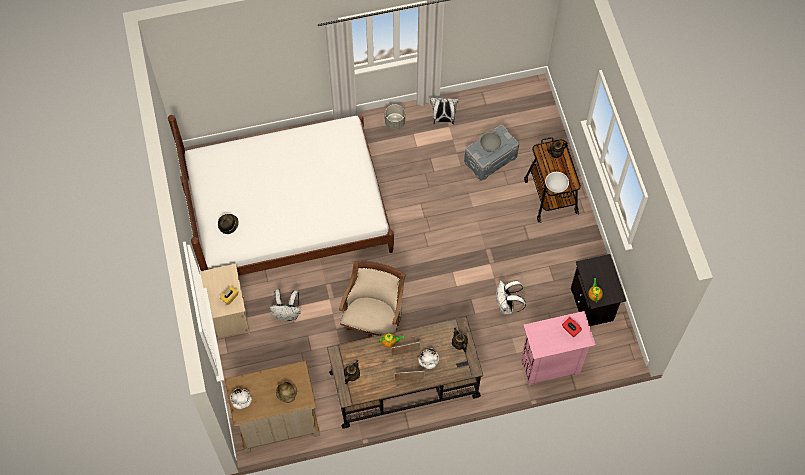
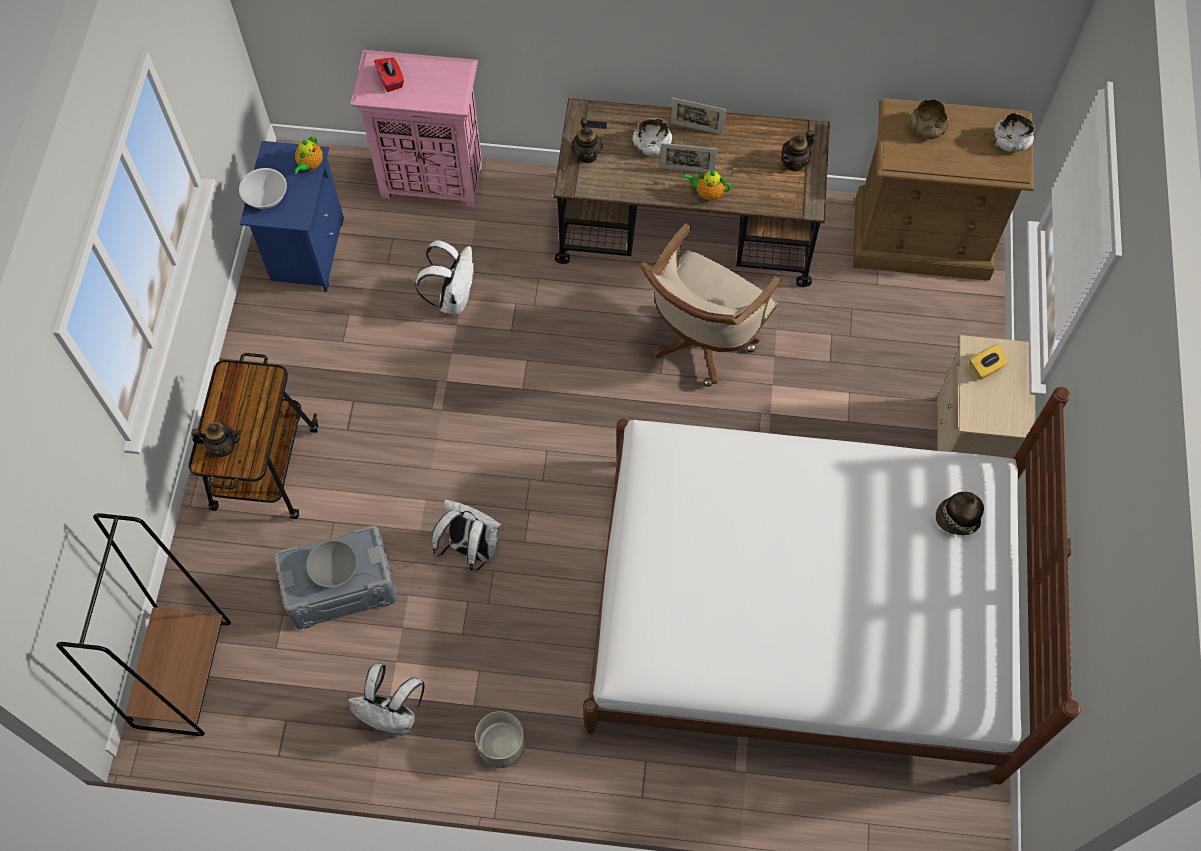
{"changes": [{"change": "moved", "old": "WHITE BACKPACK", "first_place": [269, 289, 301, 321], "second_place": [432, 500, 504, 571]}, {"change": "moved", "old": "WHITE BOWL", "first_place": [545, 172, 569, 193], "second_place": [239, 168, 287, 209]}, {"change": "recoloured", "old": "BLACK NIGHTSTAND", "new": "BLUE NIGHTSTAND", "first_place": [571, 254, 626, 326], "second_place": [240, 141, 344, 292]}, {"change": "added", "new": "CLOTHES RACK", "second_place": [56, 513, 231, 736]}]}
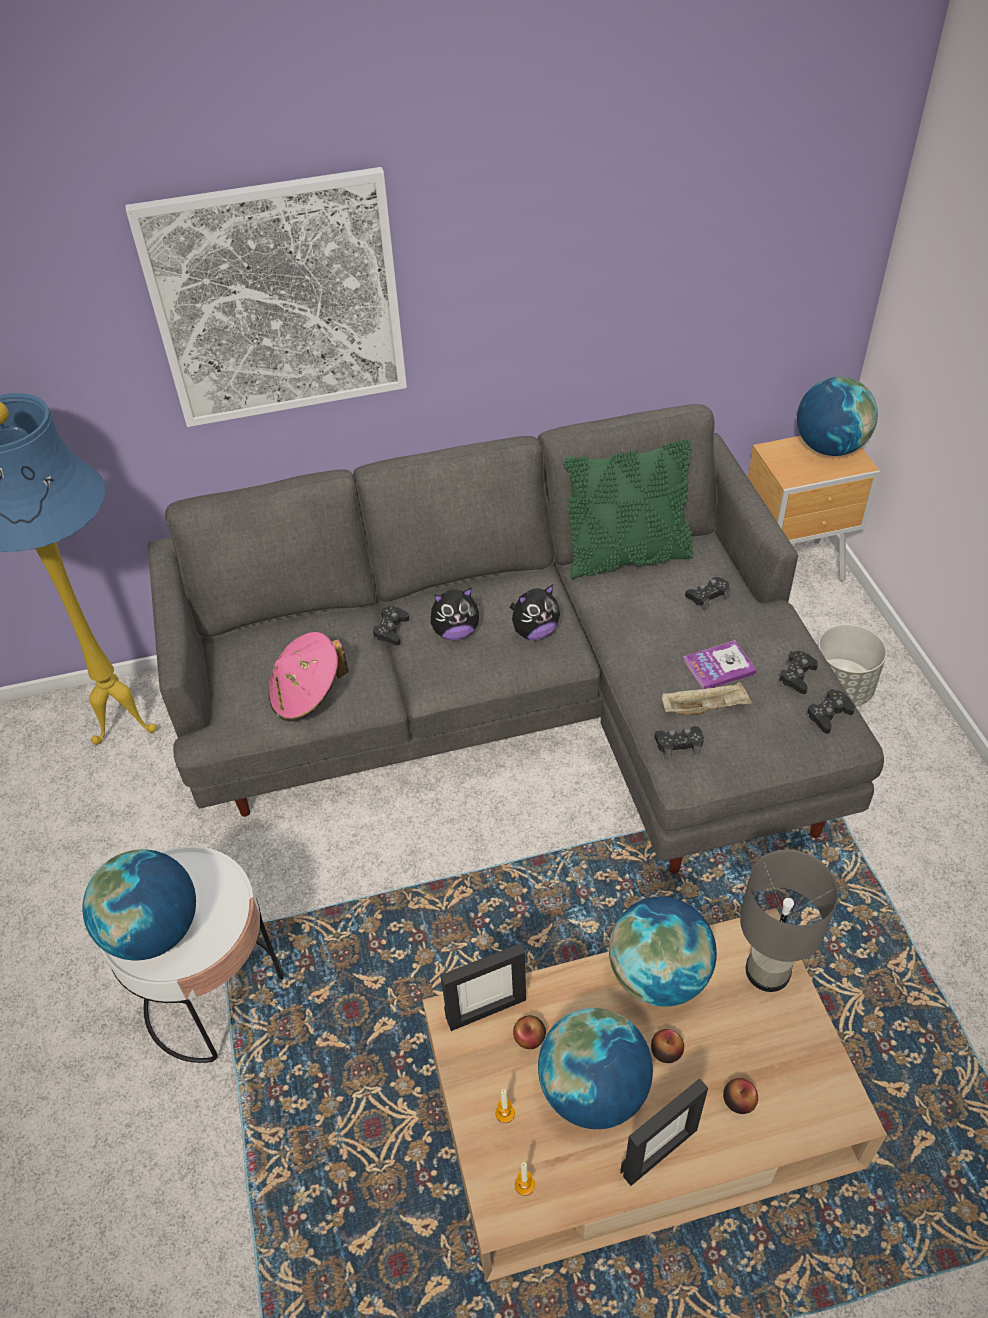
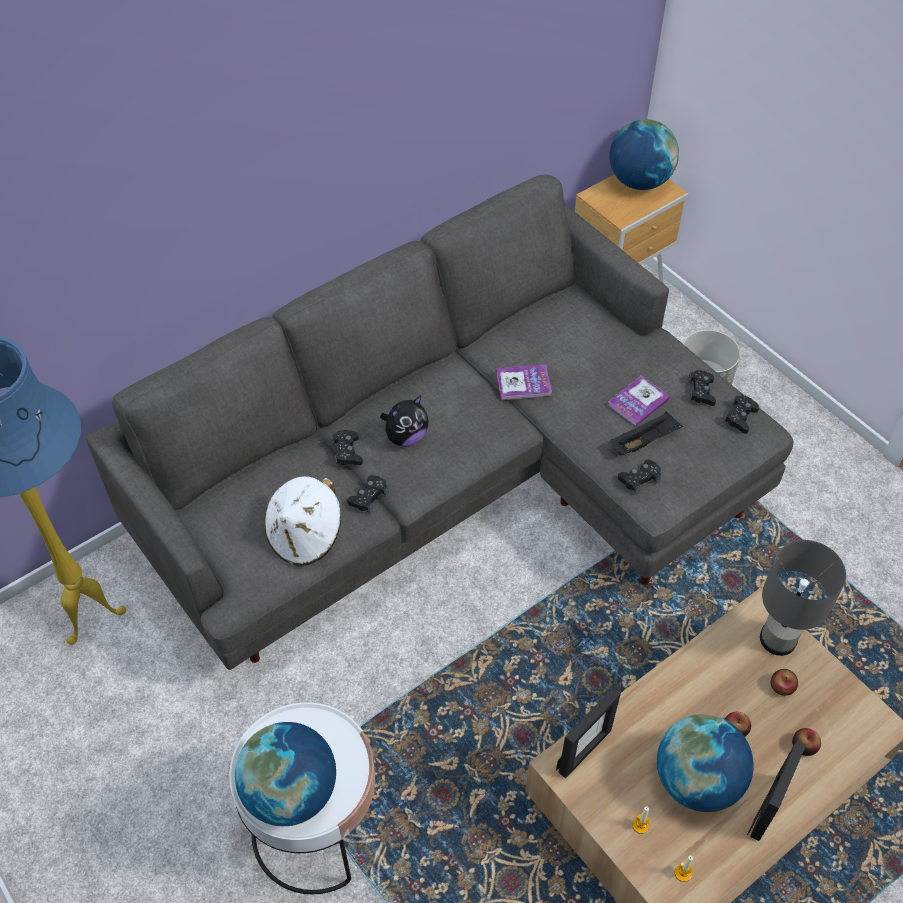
{"changes": [{"change": "removed", "old": "PICTURE", "first_place": [125, 167, 407, 427]}, {"change": "recoloured", "old": "PINK HAT", "new": "WHITE HAT", "first_place": [268, 632, 348, 722], "second_place": [265, 476, 341, 566]}, {"change": "removed", "old": "PLUSH TOY", "first_place": [510, 584, 560, 640]}, {"change": "moved", "old": "APPLE", "first_place": [513, 1015, 546, 1049], "second_place": [771, 669, 798, 696]}, {"change": "removed", "old": "GREEN PILLOW", "first_place": [563, 439, 693, 579]}, {"change": "removed", "old": "GLOBE", "first_place": [609, 897, 717, 1007]}, {"change": "recoloured", "old": "BEIGE TRAY", "new": "BLACK TRAY", "first_place": [662, 682, 752, 715], "second_place": [611, 411, 683, 455]}, {"change": "moved", "old": "BLACK GAME CONTROLLER", "first_place": [685, 577, 730, 610], "second_place": [347, 475, 389, 514]}, {"change": "added", "new": "BOOK", "second_place": [496, 364, 552, 400]}]}
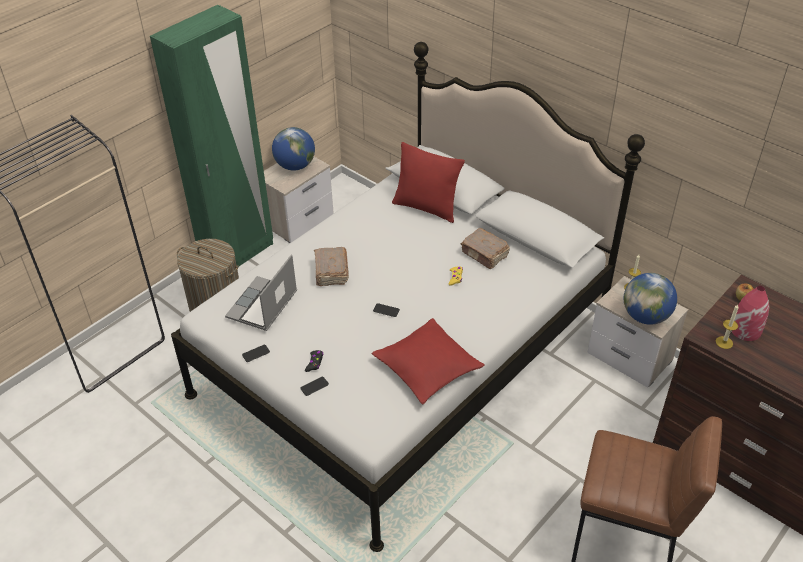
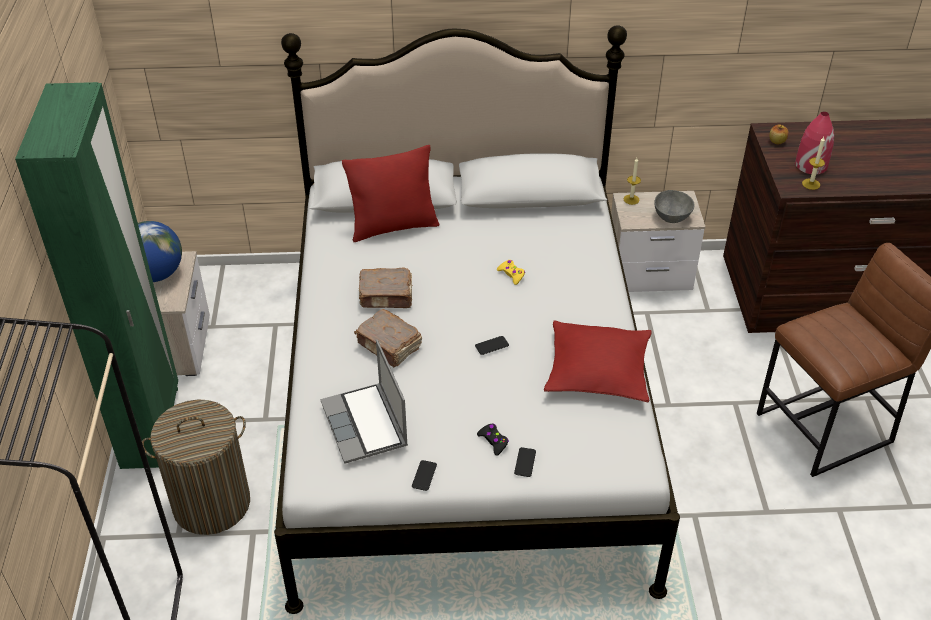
{"changes": [{"change": "moved", "old": "BROWN BOOK", "first_place": [461, 228, 510, 269], "second_place": [359, 268, 413, 308]}, {"change": "replaced", "old": "GLOBE", "new": "GREY BOWL", "first_place": [624, 273, 677, 325], "second_place": [654, 190, 695, 223]}]}
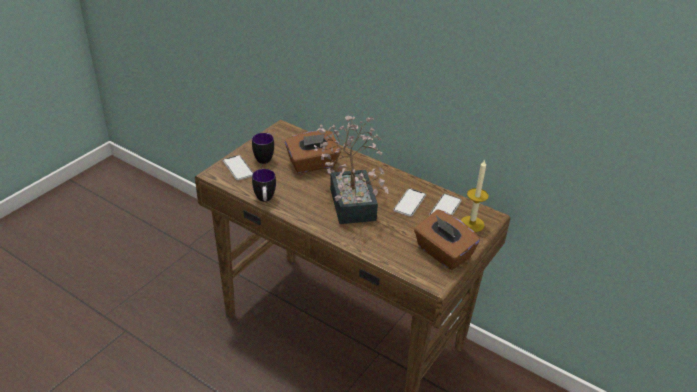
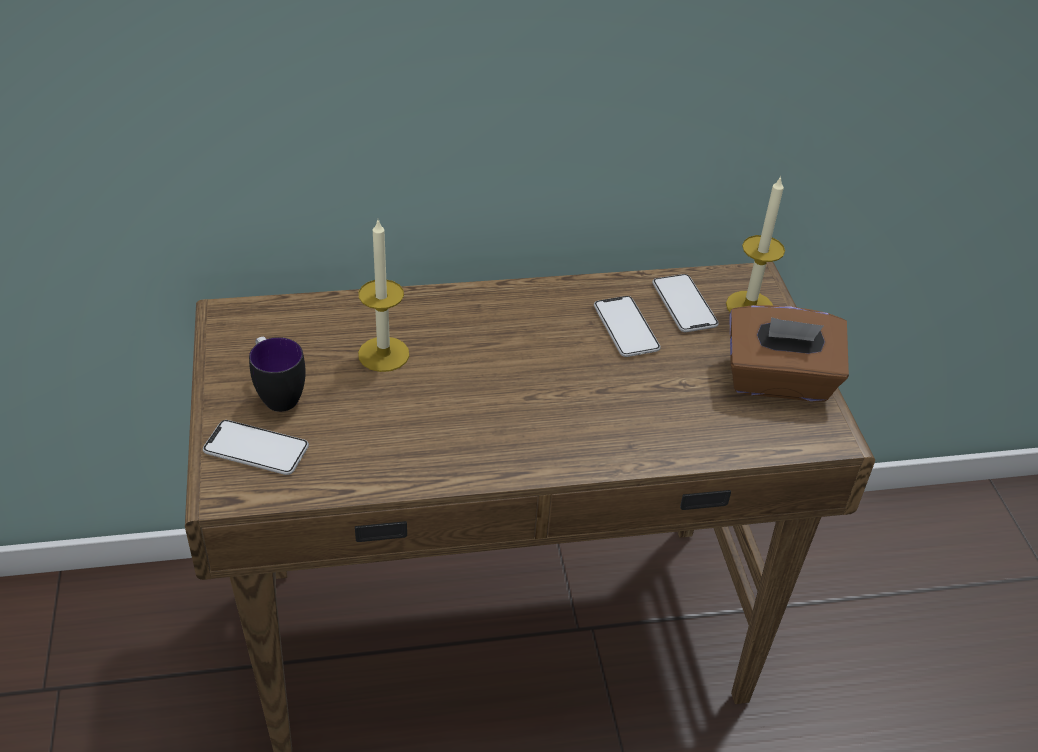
{"changes": [{"change": "removed", "old": "MUG", "first_place": [252, 169, 276, 202]}, {"change": "replaced", "old": "BROWN TISSUE BOX", "new": "CANDLE", "first_place": [285, 131, 341, 173], "second_place": [358, 220, 409, 372]}, {"change": "removed", "old": "POTTED PLANT", "first_place": [314, 116, 389, 224]}]}
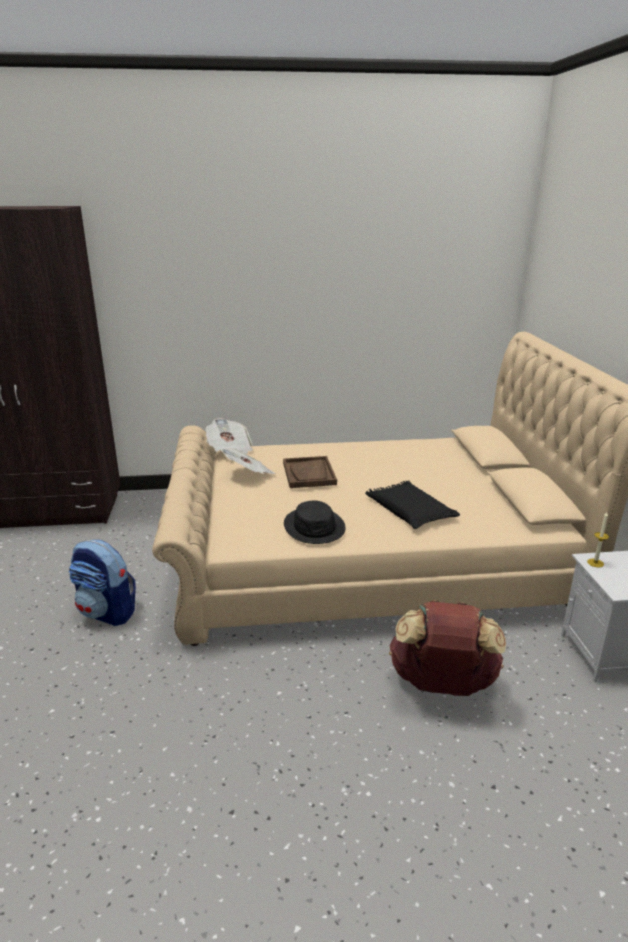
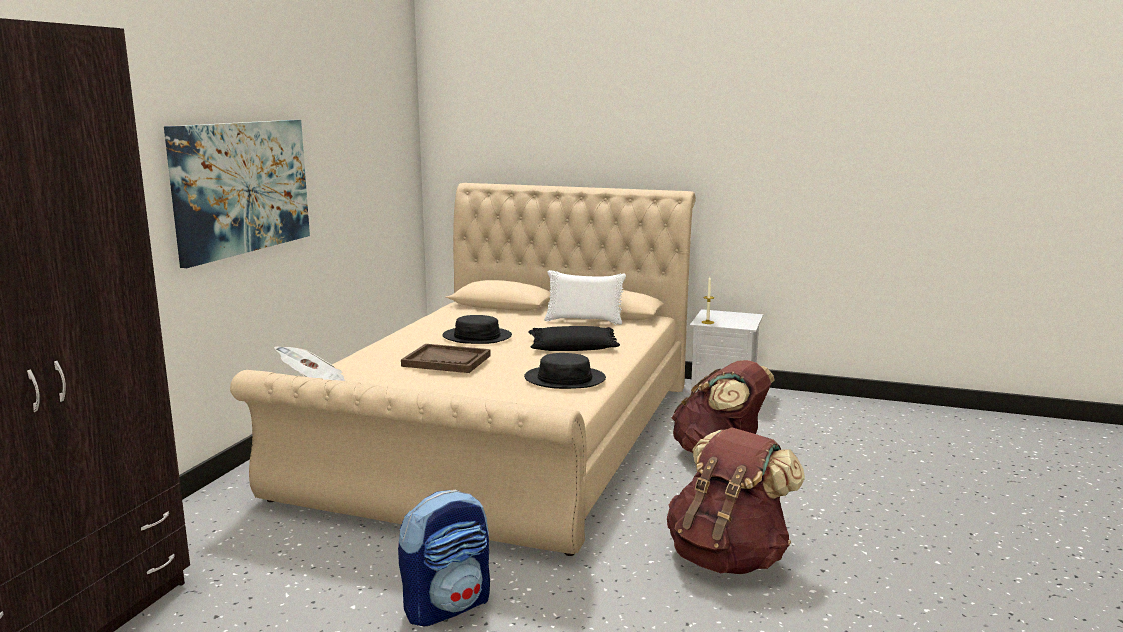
{"changes": [{"change": "removed", "old": "NEWSPAPER", "first_place": [220, 448, 276, 474]}, {"change": "added", "new": "PICTURE", "second_place": [164, 120, 310, 268]}, {"change": "added", "new": "BLACK HAT", "second_place": [442, 315, 512, 344]}, {"change": "added", "new": "WHITE PILLOW", "second_place": [544, 270, 626, 325]}, {"change": "added", "new": "BROWN BACKPACK", "second_place": [667, 428, 805, 574]}]}
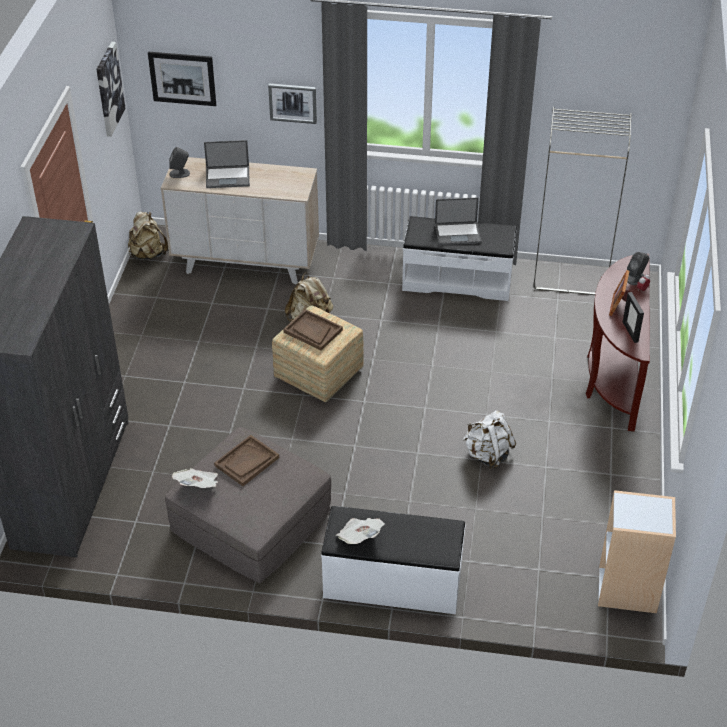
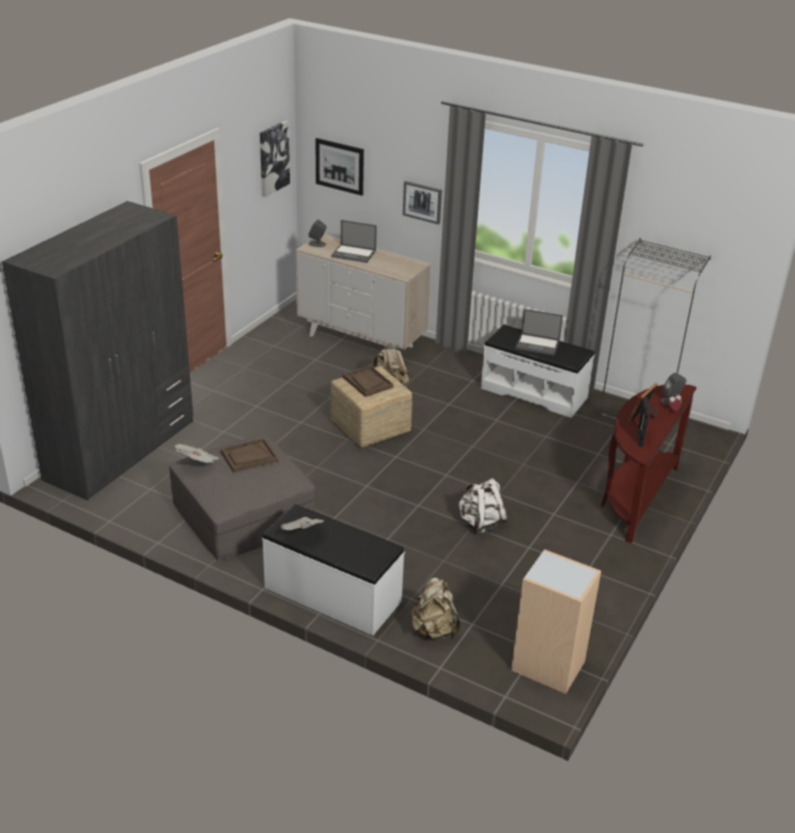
{"changes": [{"change": "moved", "old": "BEIGE BACKPACK", "first_place": [128, 212, 168, 260], "second_place": [409, 578, 460, 639]}]}
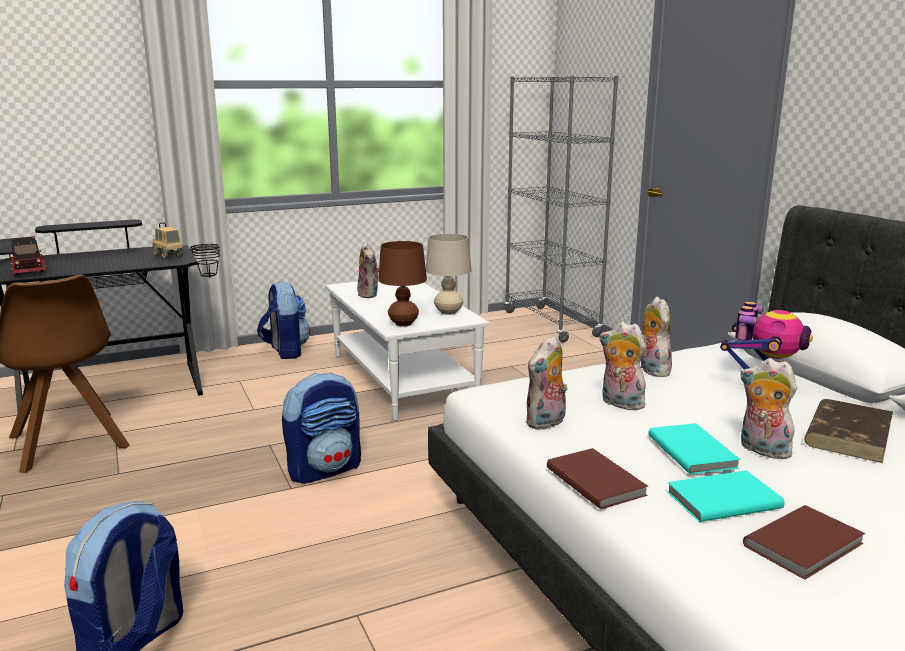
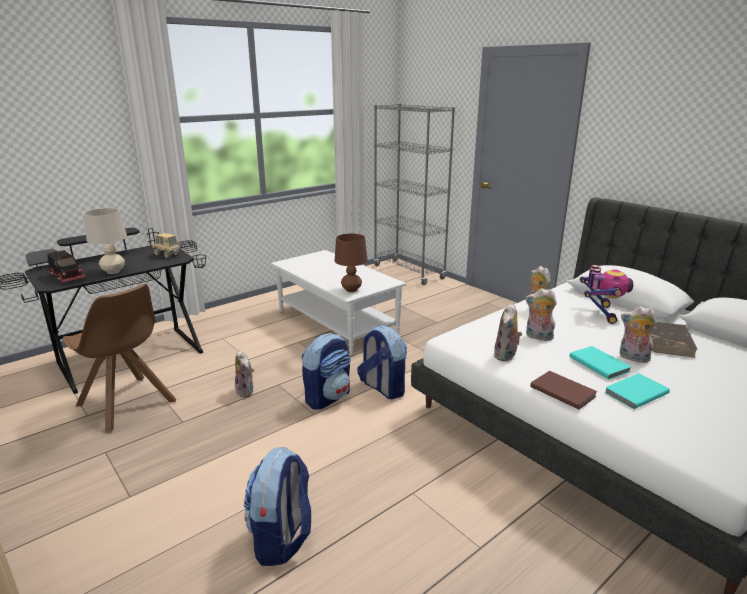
{"changes": [{"change": "moved", "old": "BACKPACK", "first_place": [257, 281, 310, 359], "second_place": [357, 325, 407, 399]}, {"change": "moved", "old": "PLUSH TOY", "first_place": [357, 242, 379, 298], "second_place": [235, 350, 254, 397]}, {"change": "moved", "old": "BEIGE TABLE LAMP", "first_place": [426, 234, 472, 315], "second_place": [84, 208, 127, 274]}, {"change": "removed", "old": "BROWN BOOK", "first_place": [743, 505, 866, 580]}]}
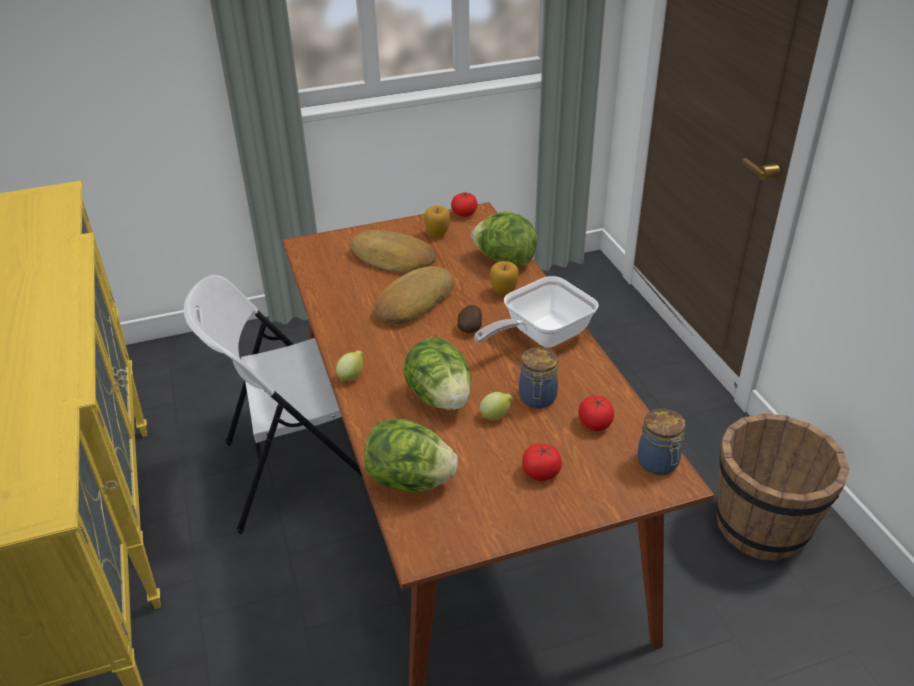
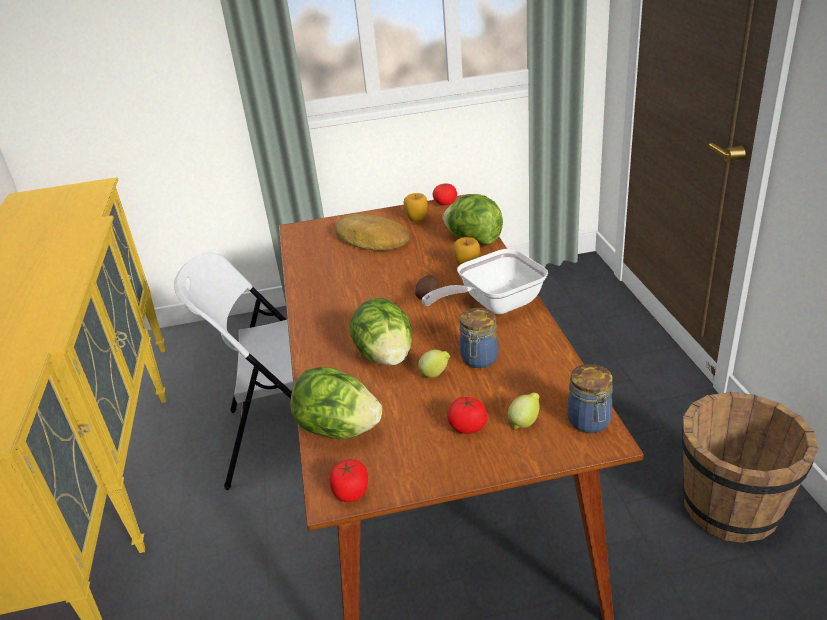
{"changes": [{"change": "moved", "old": "LEMON", "first_place": [336, 350, 363, 382], "second_place": [508, 393, 540, 429]}, {"change": "removed", "old": "BREAD", "first_place": [374, 266, 455, 324]}, {"change": "moved", "old": "TOMATO", "first_place": [579, 396, 614, 431], "second_place": [329, 460, 368, 502]}]}
